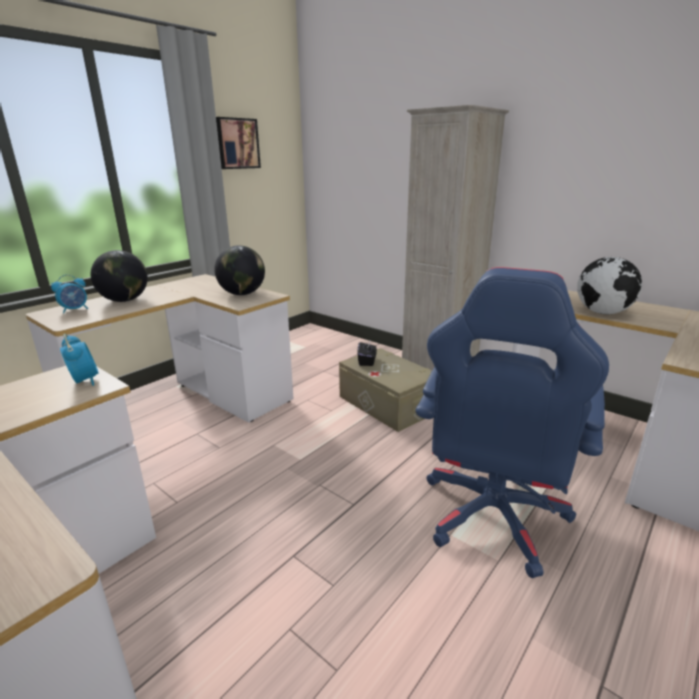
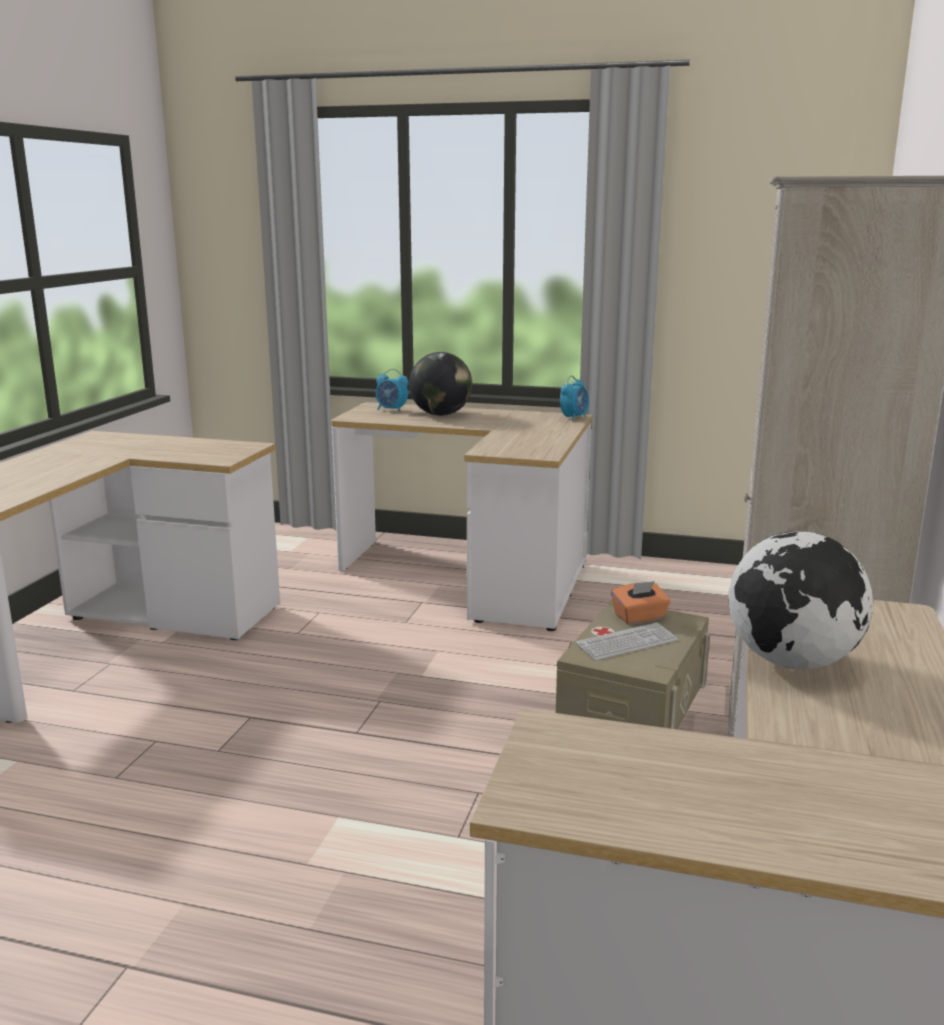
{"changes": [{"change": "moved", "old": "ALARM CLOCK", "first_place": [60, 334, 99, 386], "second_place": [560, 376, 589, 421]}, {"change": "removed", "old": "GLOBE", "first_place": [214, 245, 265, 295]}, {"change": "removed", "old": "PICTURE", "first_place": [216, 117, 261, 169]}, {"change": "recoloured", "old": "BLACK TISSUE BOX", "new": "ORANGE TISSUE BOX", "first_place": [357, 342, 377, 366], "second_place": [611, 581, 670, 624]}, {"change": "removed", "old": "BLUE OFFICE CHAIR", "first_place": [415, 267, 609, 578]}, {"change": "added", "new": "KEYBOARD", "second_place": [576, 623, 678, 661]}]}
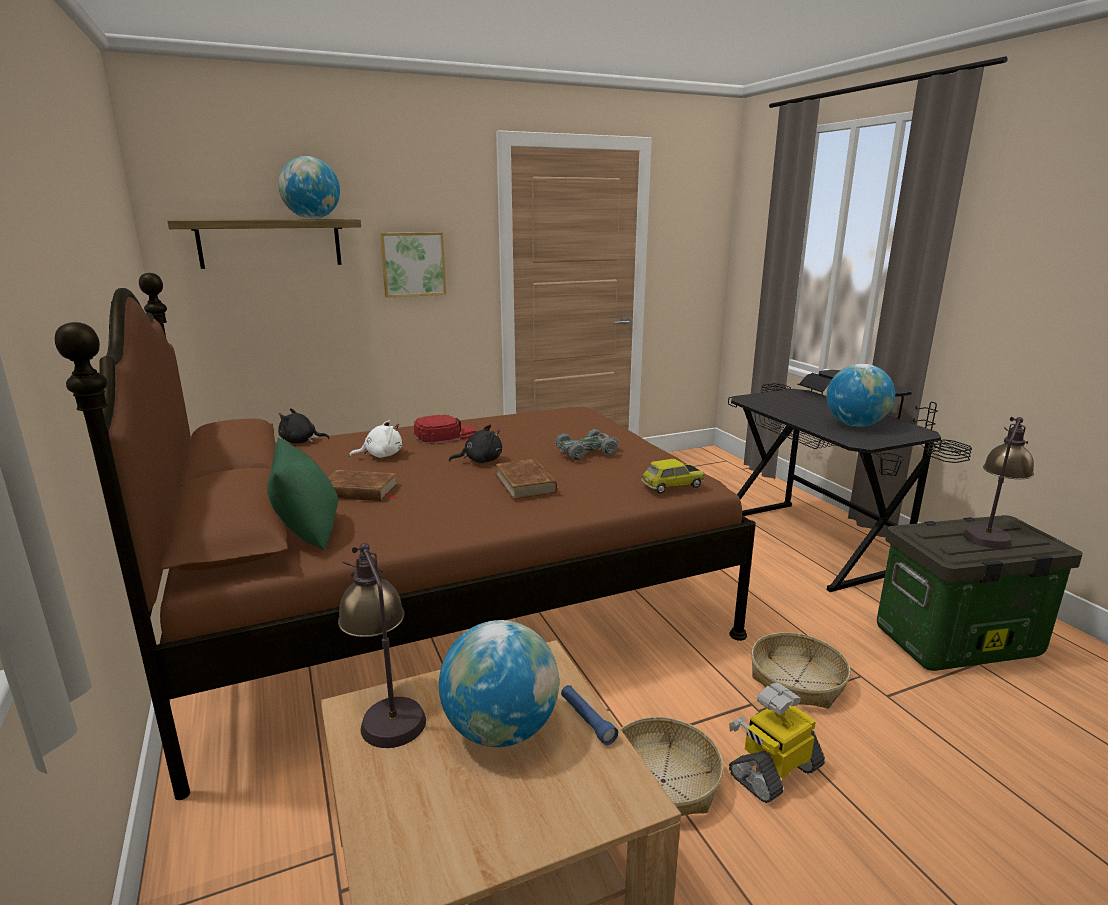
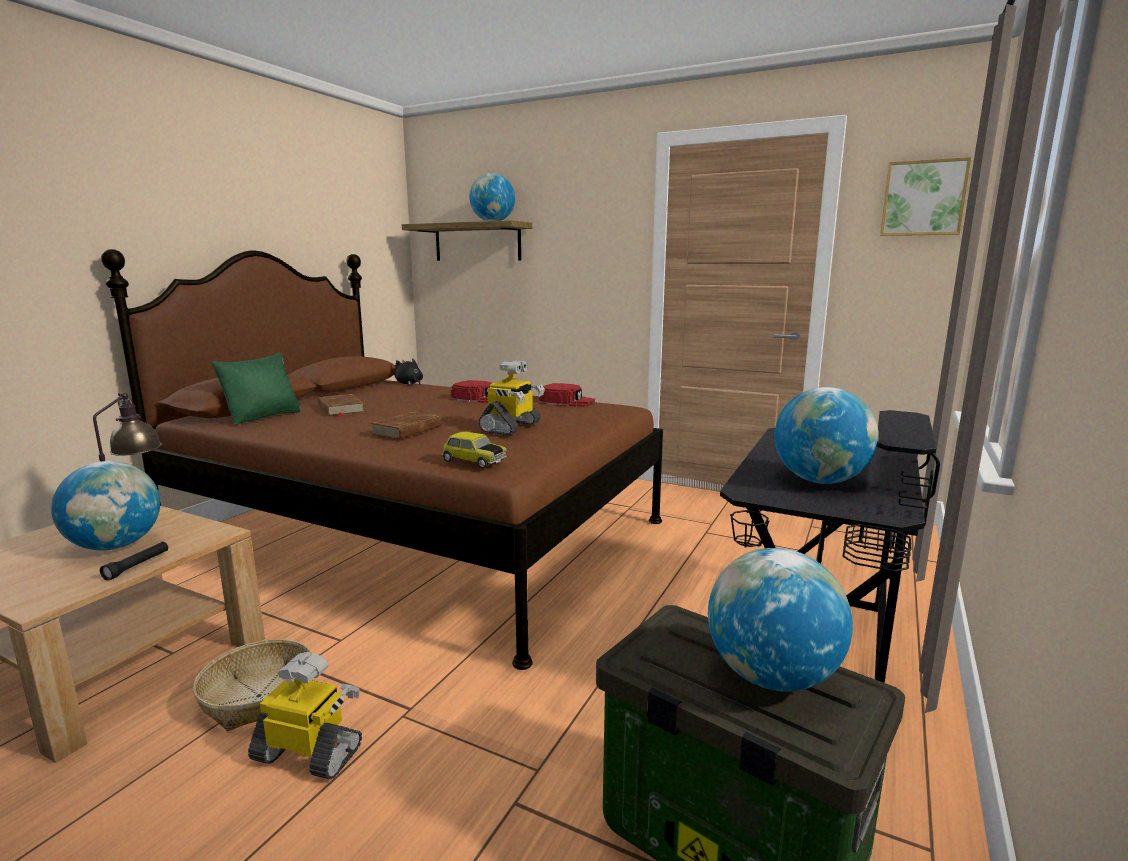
{"changes": [{"change": "removed", "old": "WHITE PLUSH TOY", "first_place": [349, 420, 402, 458]}, {"change": "moved", "old": "PICTURE", "first_place": [380, 232, 446, 298], "second_place": [880, 157, 972, 236]}, {"change": "removed", "old": "BLACK PLUSH TOY", "first_place": [449, 425, 502, 463]}, {"change": "replaced", "old": "GREY TOY CAR", "new": "TOY ROBOT", "first_place": [555, 429, 618, 460], "second_place": [478, 360, 545, 435]}, {"change": "recoloured", "old": "BLUE FLASHLIGHT", "new": "BLACK FLASHLIGHT", "first_place": [561, 685, 618, 745], "second_place": [100, 542, 168, 581]}, {"change": "removed", "old": "BASKET", "first_place": [751, 632, 851, 708]}, {"change": "replaced", "old": "TABLE LAMP", "new": "GLOBE", "first_place": [963, 417, 1034, 549], "second_place": [708, 548, 853, 692]}, {"change": "added", "new": "RED CAP", "second_place": [539, 383, 595, 407]}]}
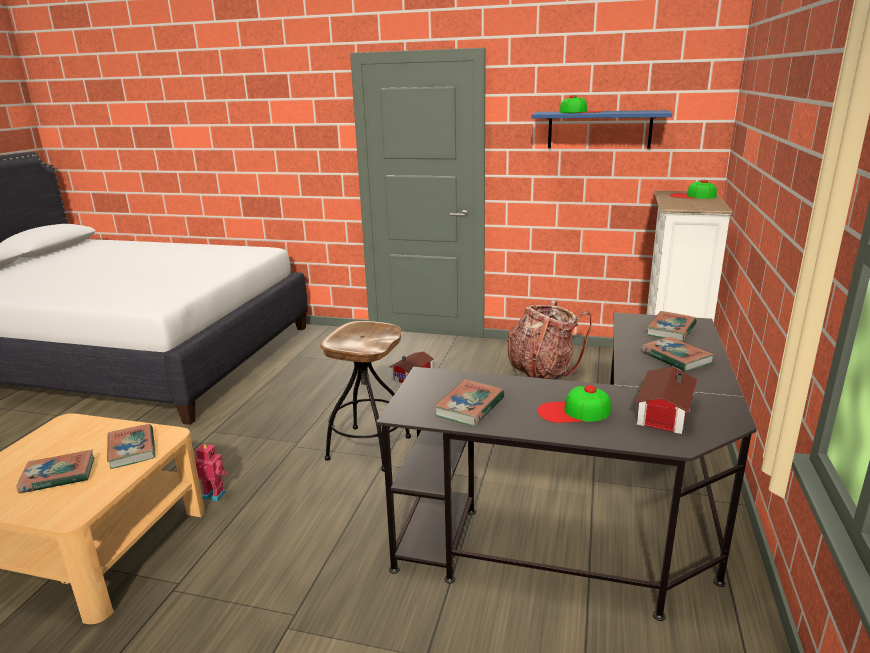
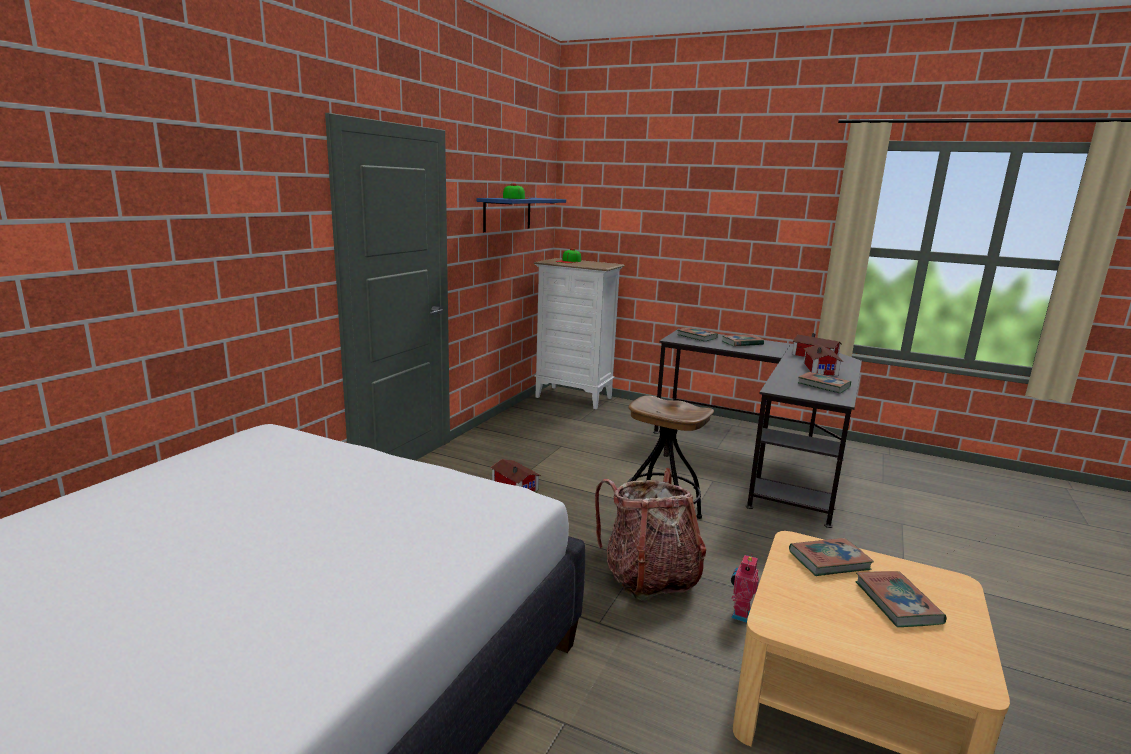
{"changes": [{"change": "moved", "old": "BACKPACK", "first_place": [507, 300, 592, 380], "second_place": [595, 468, 706, 601]}, {"change": "replaced", "old": "CAP", "new": "TOY HOUSE", "first_place": [537, 385, 611, 423], "second_place": [804, 344, 843, 376]}]}
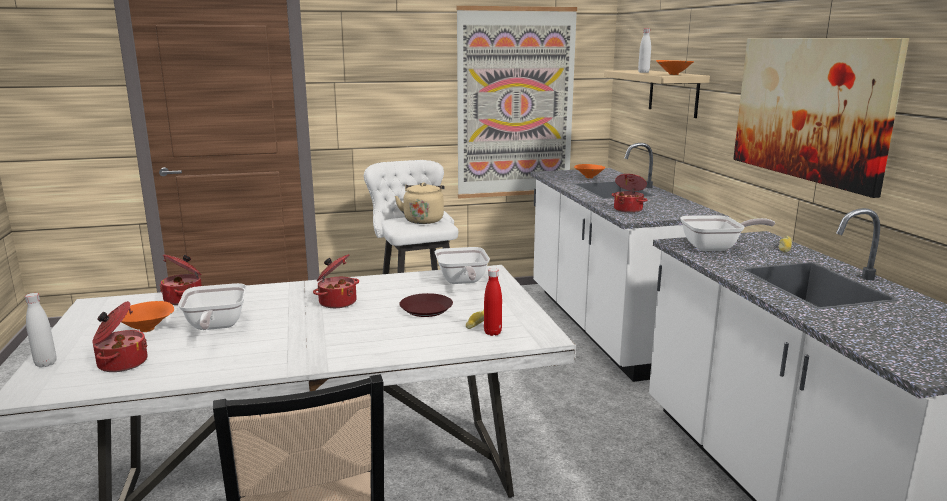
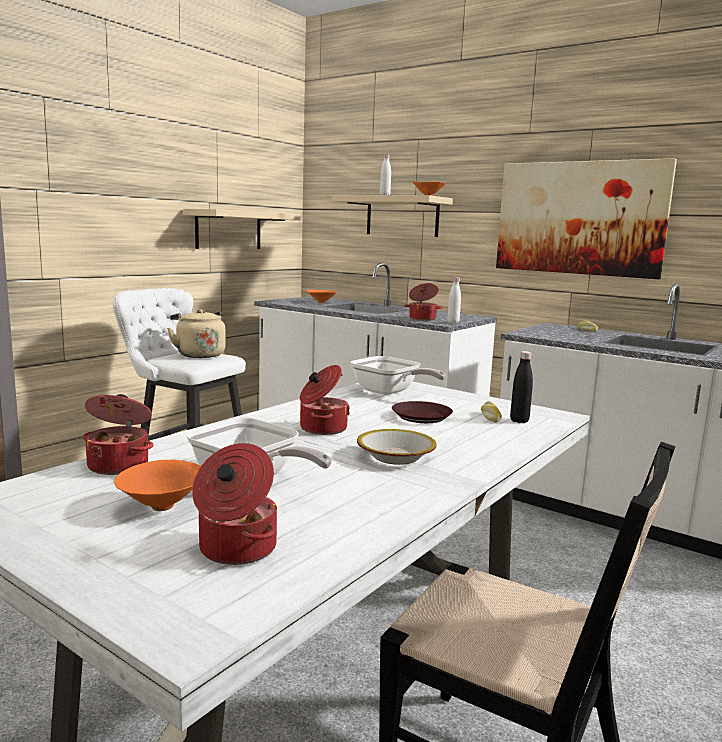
{"changes": [{"change": "moved", "old": "WHITE BOTTLE", "first_place": [25, 293, 57, 367], "second_place": [447, 277, 461, 323]}, {"change": "replaced", "old": "PICTURE", "new": "BEIGE SHELF", "first_place": [457, 6, 577, 198], "second_place": [183, 209, 301, 249]}, {"change": "recoloured", "old": "RED BOTTLE", "new": "BLACK BOTTLE", "first_place": [484, 268, 502, 336], "second_place": [510, 351, 533, 423]}, {"change": "removed", "old": "FRYING PAN", "first_place": [680, 215, 775, 251]}, {"change": "added", "new": "BOWL", "second_place": [357, 429, 437, 465]}]}
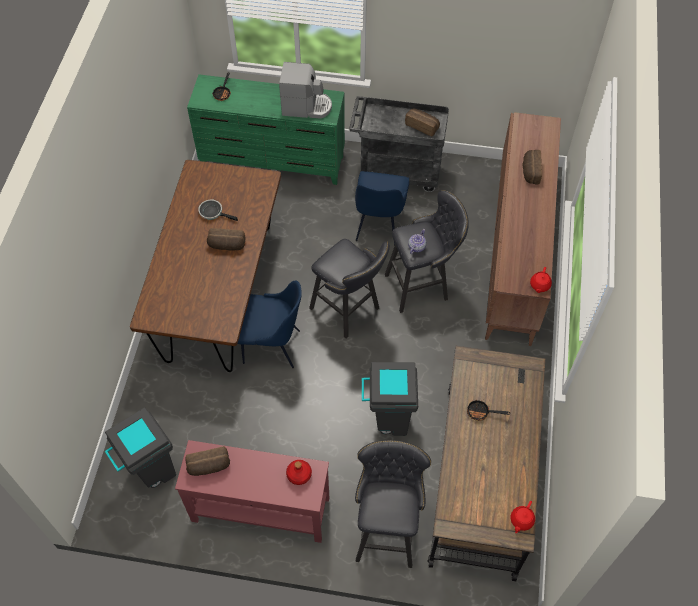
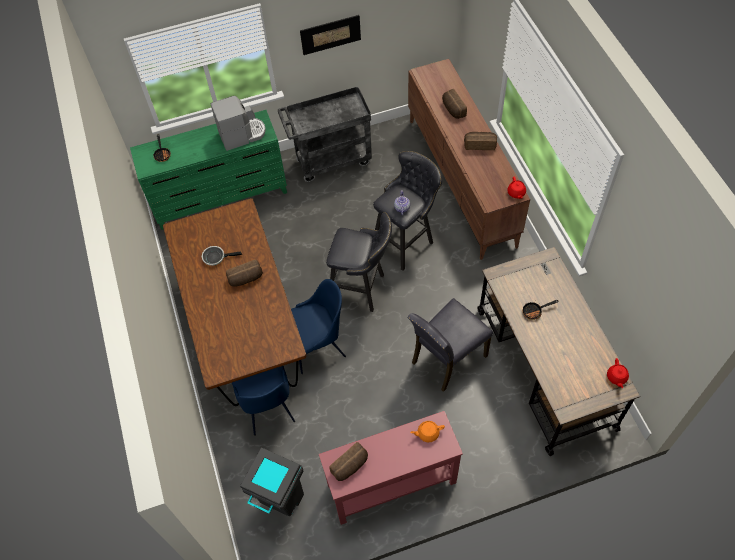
{"changes": [{"change": "replaced", "old": "RED BOTTLE", "new": "ORANGE TEAPOT", "first_place": [286, 460, 312, 485], "second_place": [410, 421, 445, 443]}, {"change": "moved", "old": "BLUE CHAIR", "first_place": [355, 171, 409, 246], "second_place": [232, 366, 295, 436]}, {"change": "removed", "old": "BLACK STOOL", "first_place": [355, 440, 431, 568]}, {"change": "replaced", "old": "GREY TRASH CAN", "new": "GREY CHAIR", "first_place": [362, 362, 418, 436], "second_place": [407, 298, 493, 392]}, {"change": "moved", "old": "BREAD", "first_place": [405, 109, 440, 136], "second_place": [464, 132, 497, 150]}, {"change": "added", "new": "PICTURE", "second_place": [300, 15, 361, 55]}]}
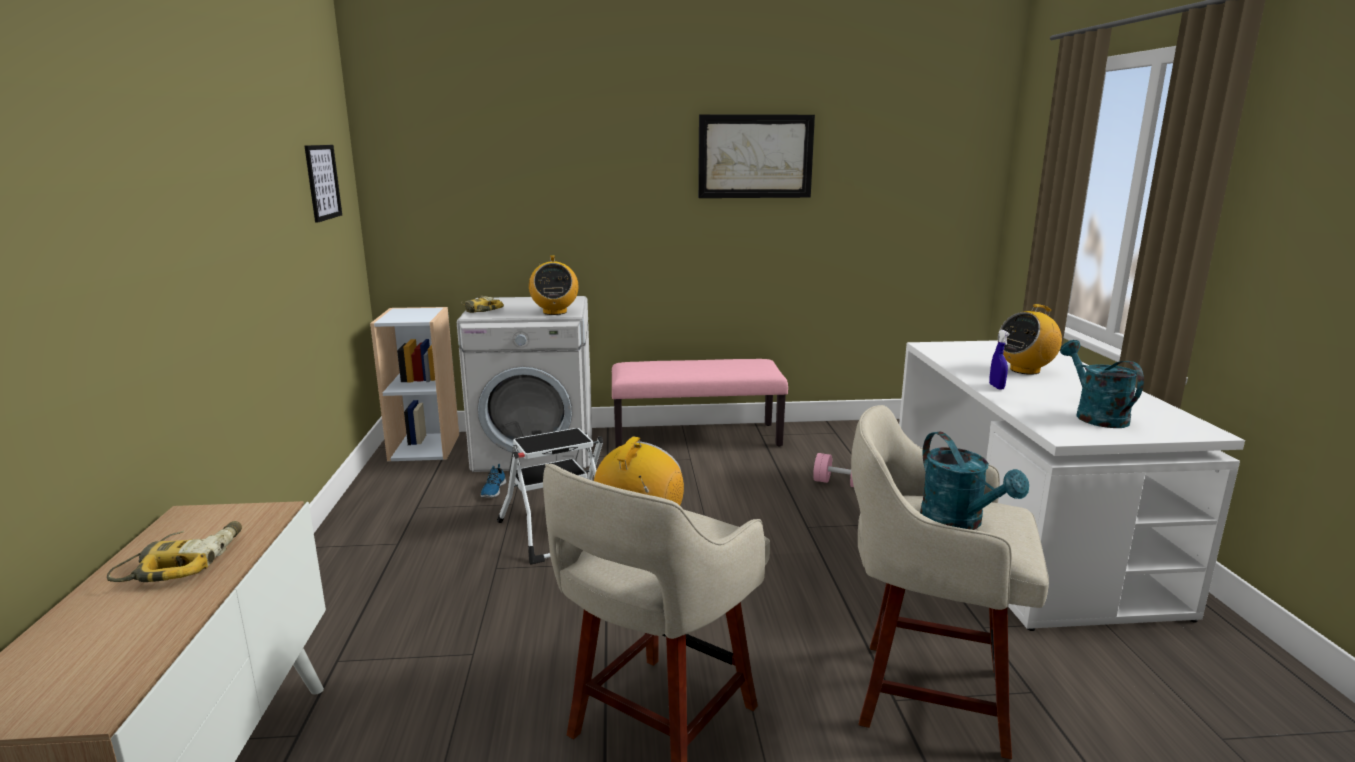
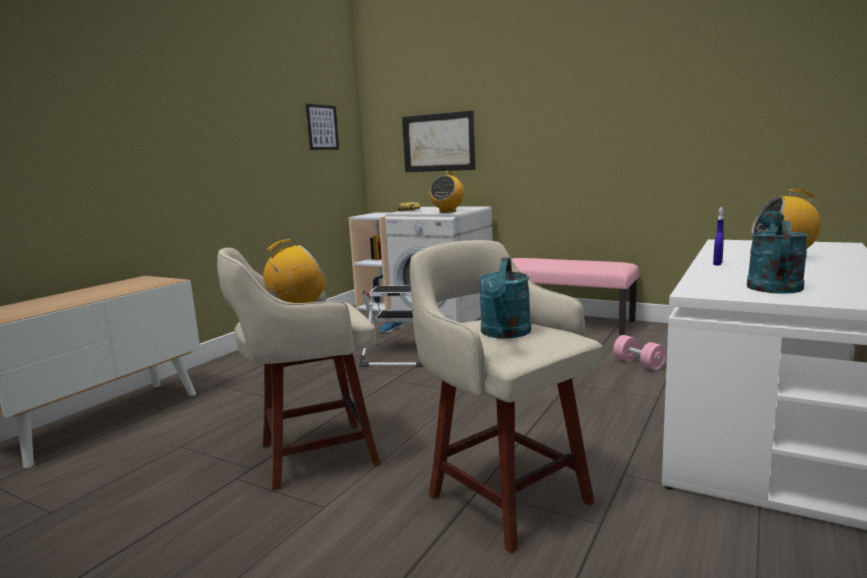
{"changes": [{"change": "removed", "old": "POWER DRILL", "first_place": [107, 521, 242, 582]}, {"change": "moved", "old": "PICTURE", "first_place": [698, 114, 815, 198], "second_place": [402, 111, 475, 172]}]}
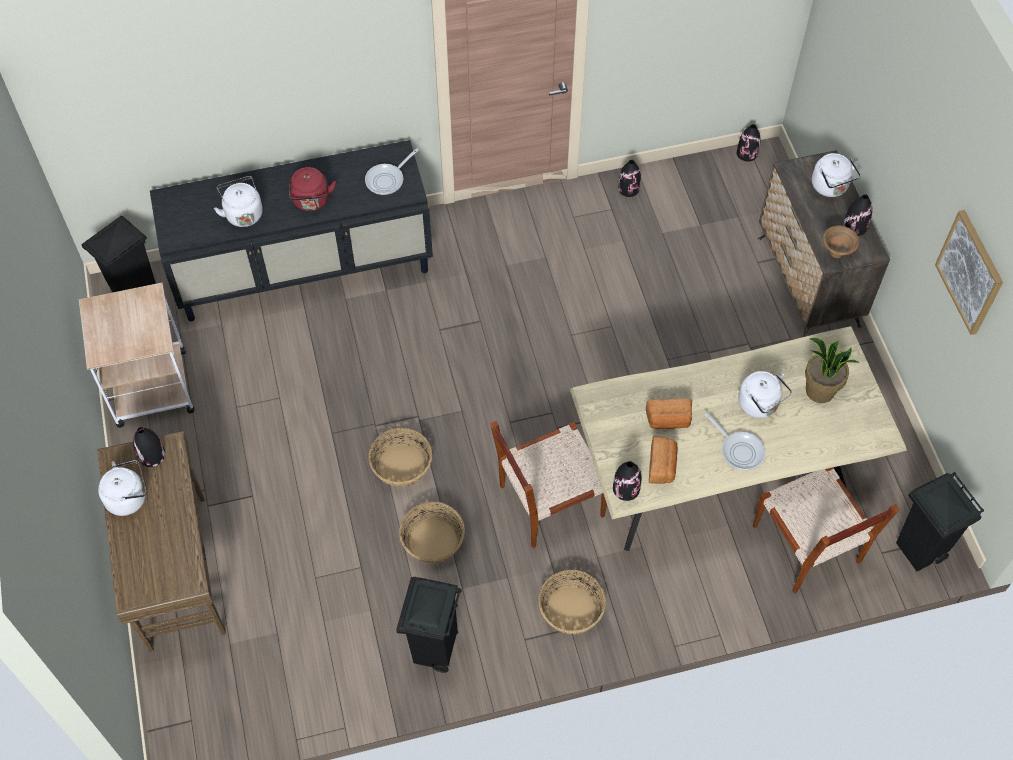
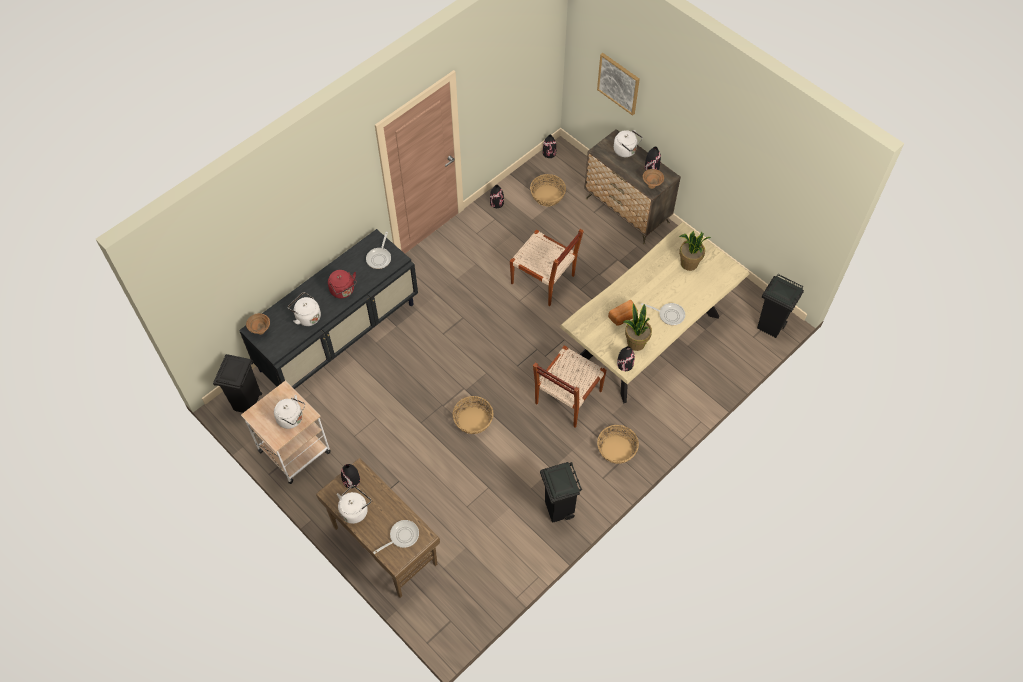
{"changes": [{"change": "moved", "old": "BASKET", "first_place": [399, 502, 465, 563], "second_place": [530, 174, 566, 206]}, {"change": "replaced", "old": "BREAD", "new": "POTTED PLANT", "first_place": [649, 436, 677, 484], "second_place": [624, 303, 652, 351]}, {"change": "moved", "old": "WHITE KETTLE", "first_place": [738, 371, 792, 418], "second_place": [274, 395, 305, 429]}, {"change": "moved", "old": "CHAIR", "first_place": [753, 467, 899, 594], "second_place": [510, 229, 584, 306]}, {"change": "moved", "old": "PICTURE", "first_place": [935, 210, 1003, 335], "second_place": [597, 53, 640, 116]}, {"change": "added", "new": "BROWN BOWL", "second_place": [246, 313, 270, 335]}, {"change": "added", "new": "FRYING PAN", "second_place": [373, 520, 419, 554]}]}
